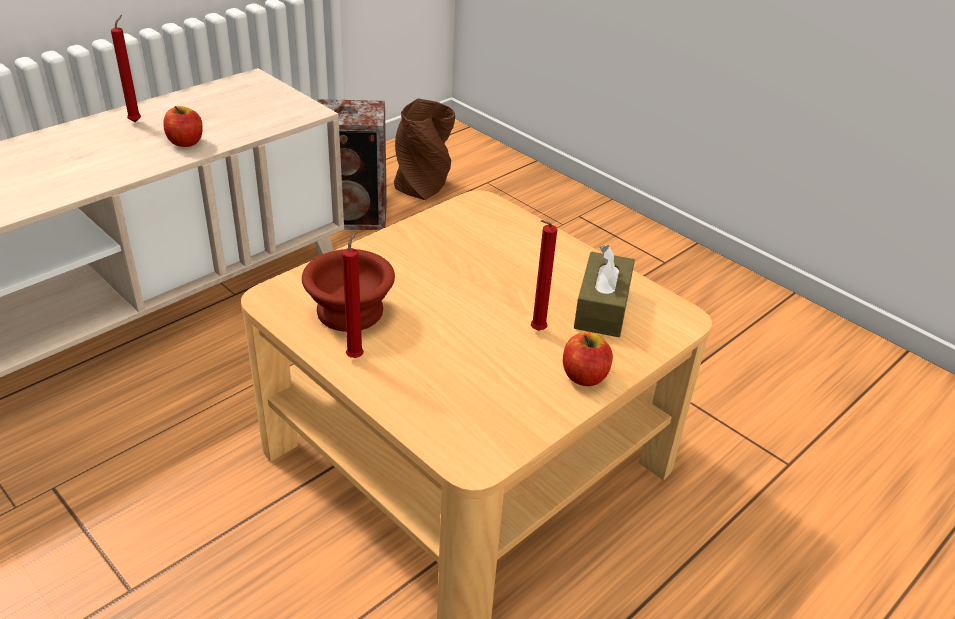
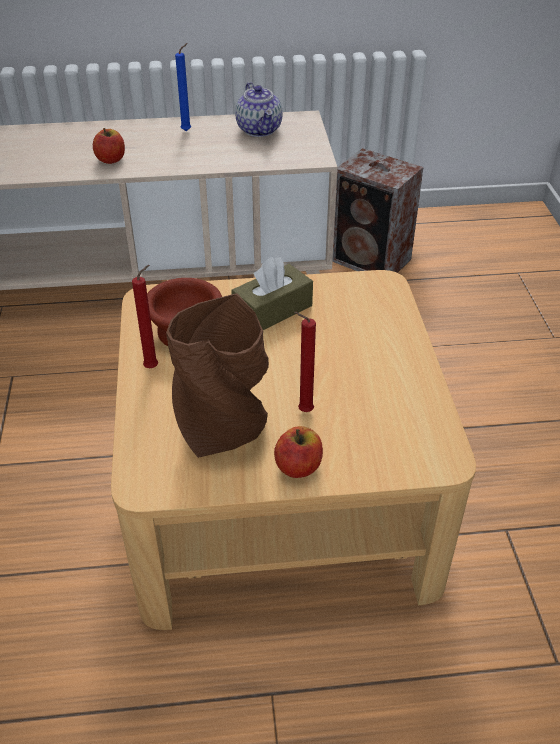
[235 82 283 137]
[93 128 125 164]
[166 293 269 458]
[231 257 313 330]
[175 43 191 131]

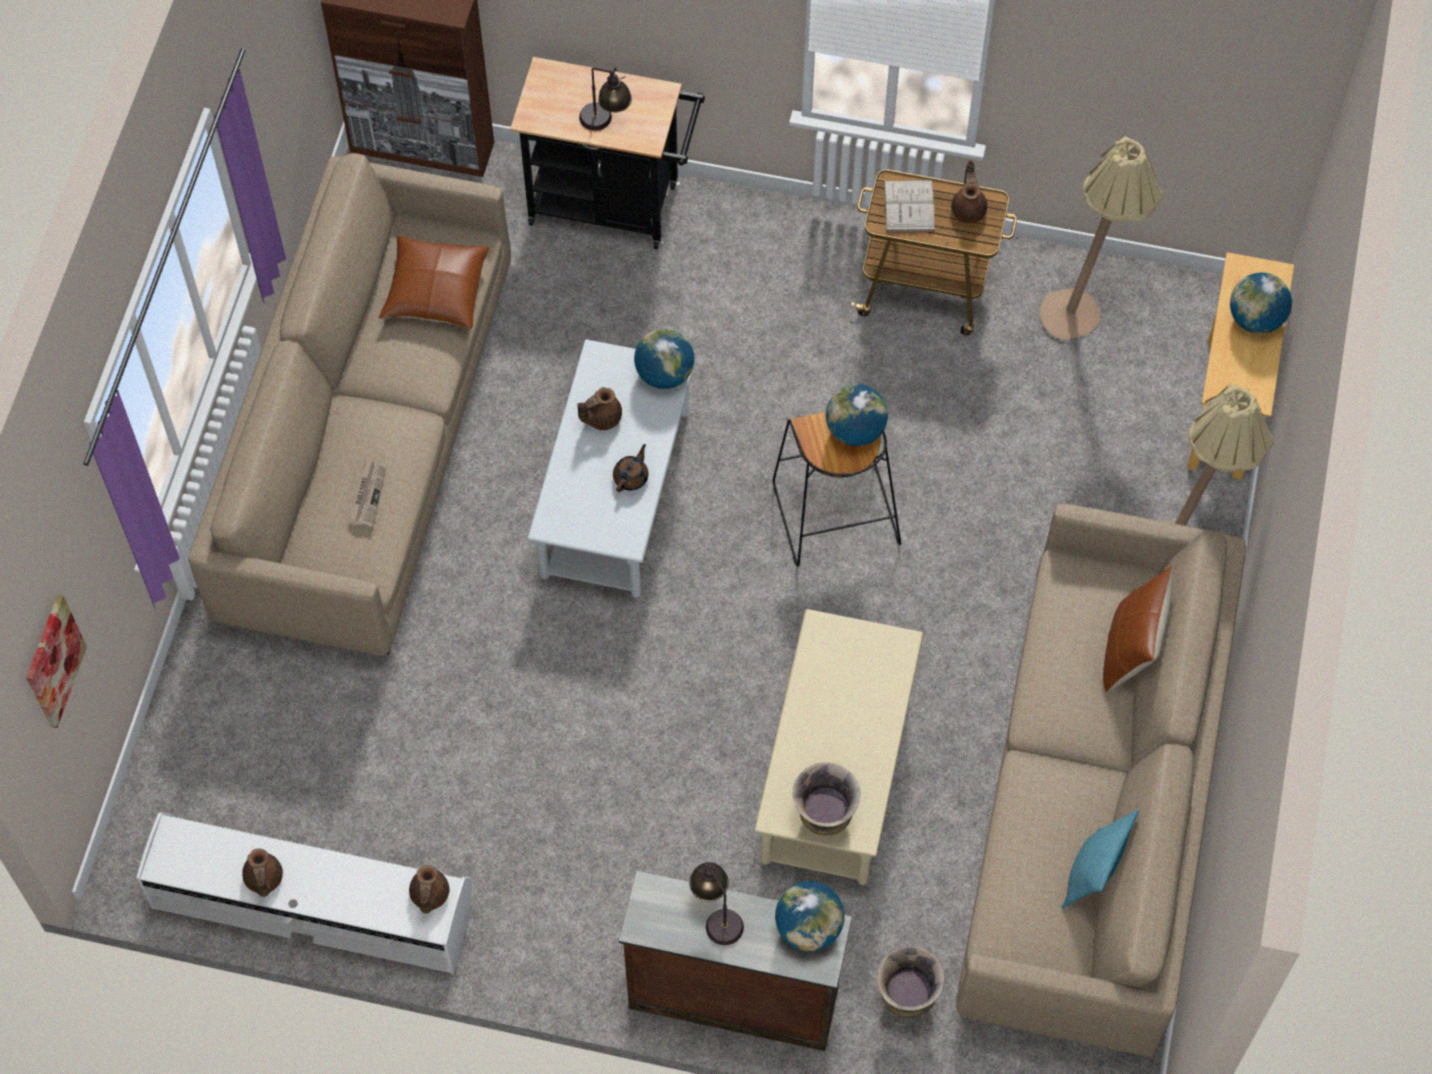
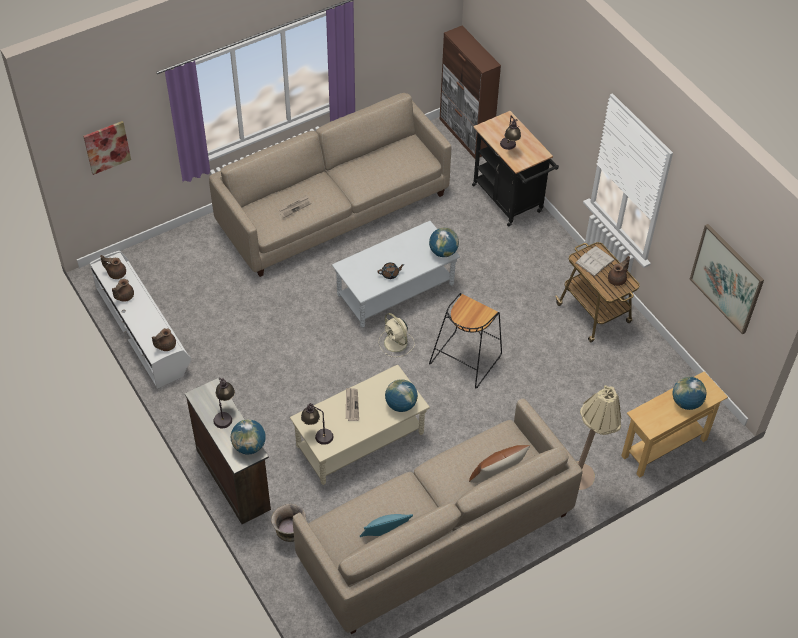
[379 236 489 329] (first image)
[1040 136 1163 340] (first image)
[346 388 359 421]
[379 313 415 357]
[690 224 764 335]
[100 255 126 279]
[385 379 418 412]
[301 403 333 445]

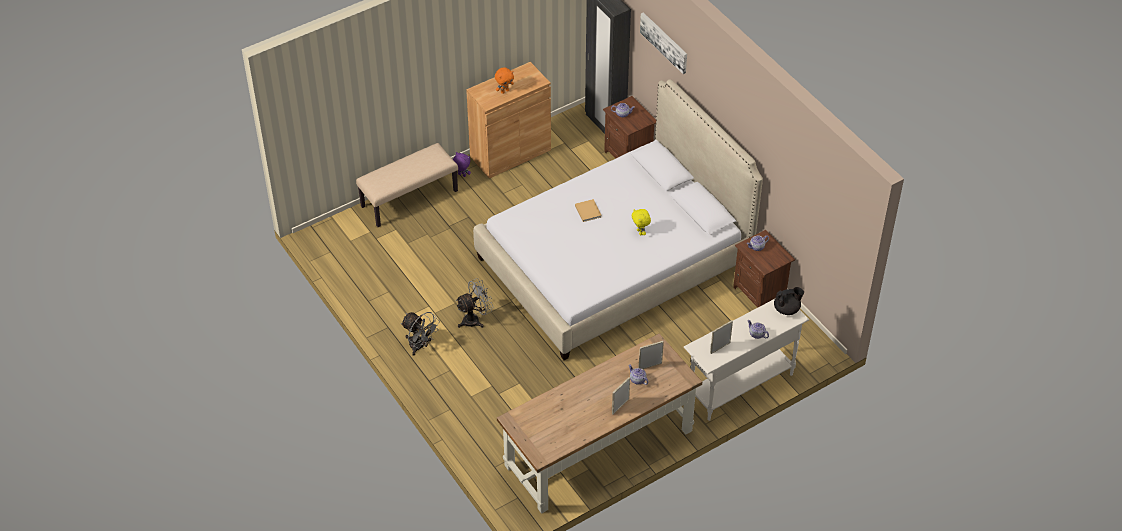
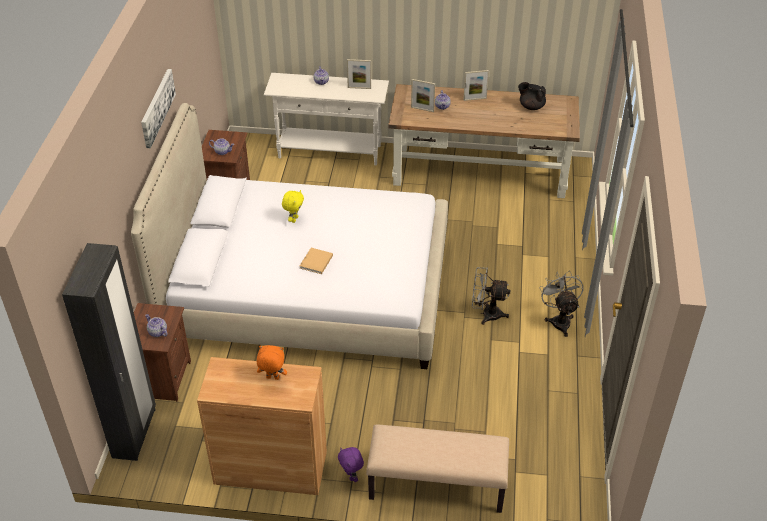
[141 69 176 148]
[518 82 546 110]

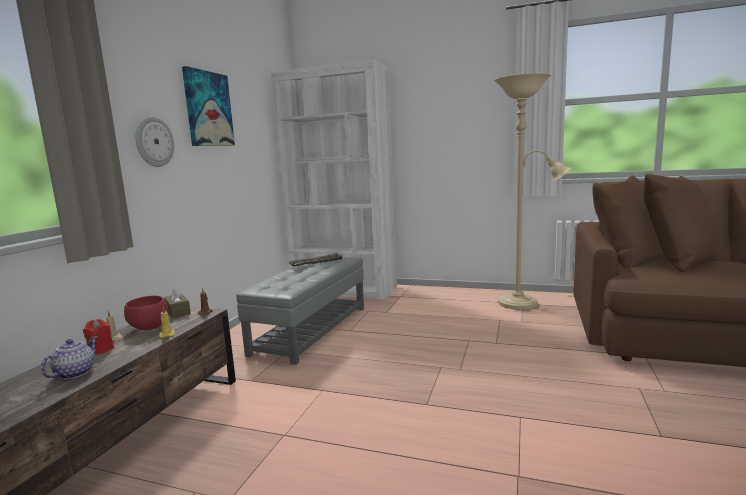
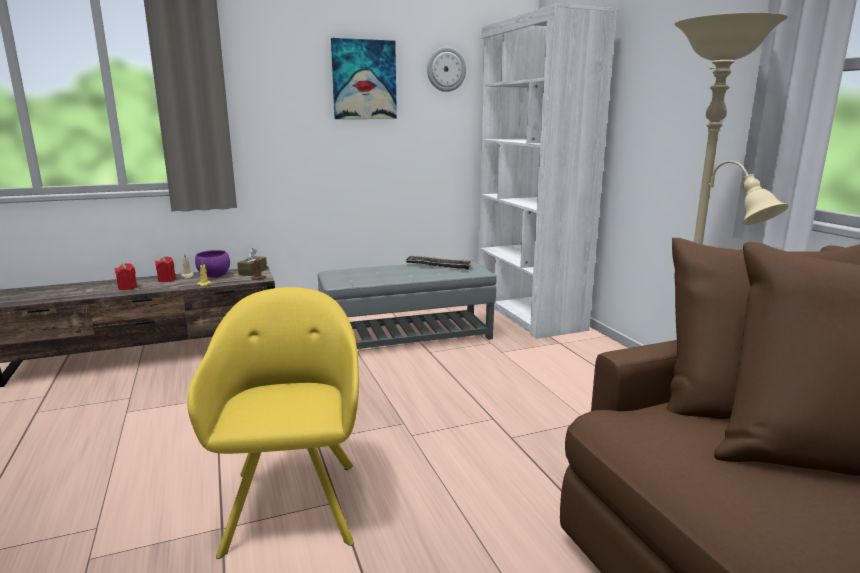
[187 287 359 559]
[427 47 466 92]
[115 263 137 290]
[195 250 230 278]

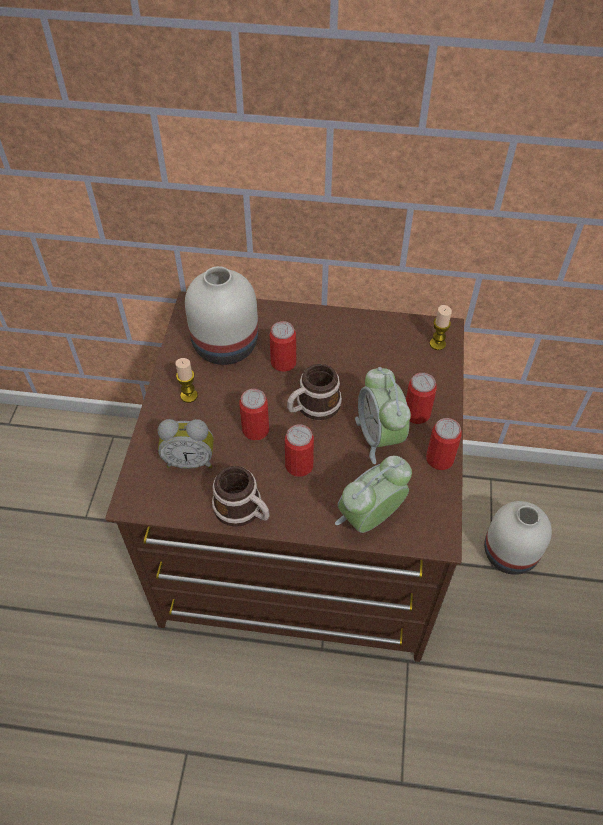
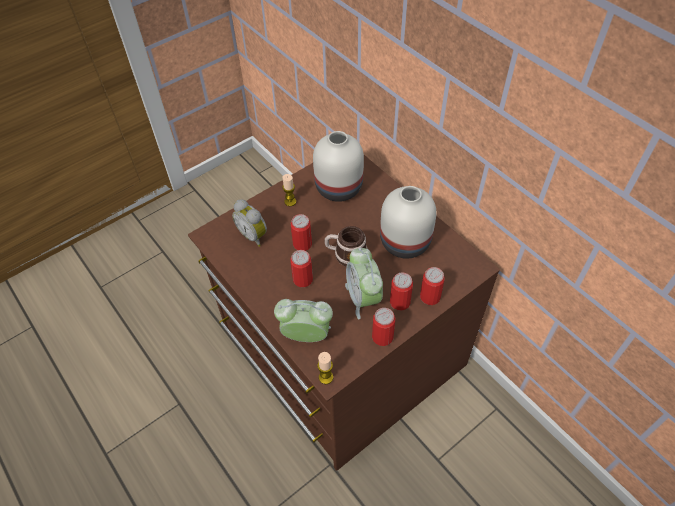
[212 466 270 527] (first image)
[420 267 445 305]
[317 352 333 384]
[380 186 436 259]
[345 248 383 319]

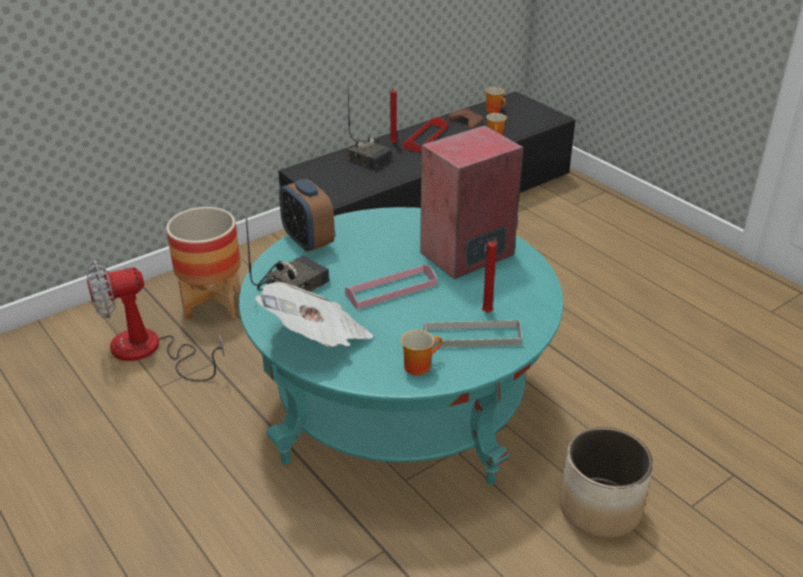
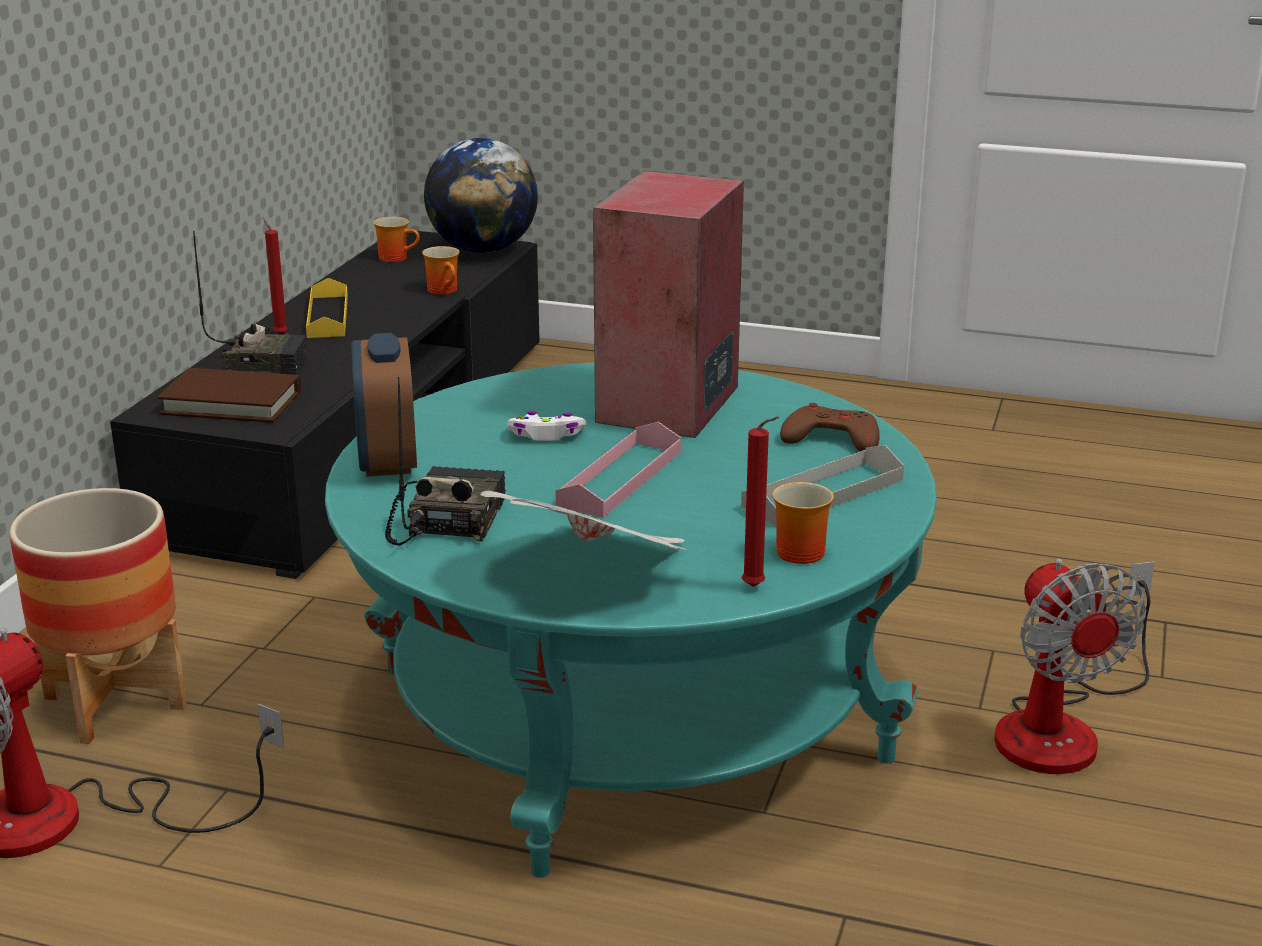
[157 368 301 422]
[424 138 538 253]
[507 411 586 441]
[780 403 880 452]
[742 416 779 587]
[994 558 1154 774]
[306 278 348 338]
[351 333 417 477]

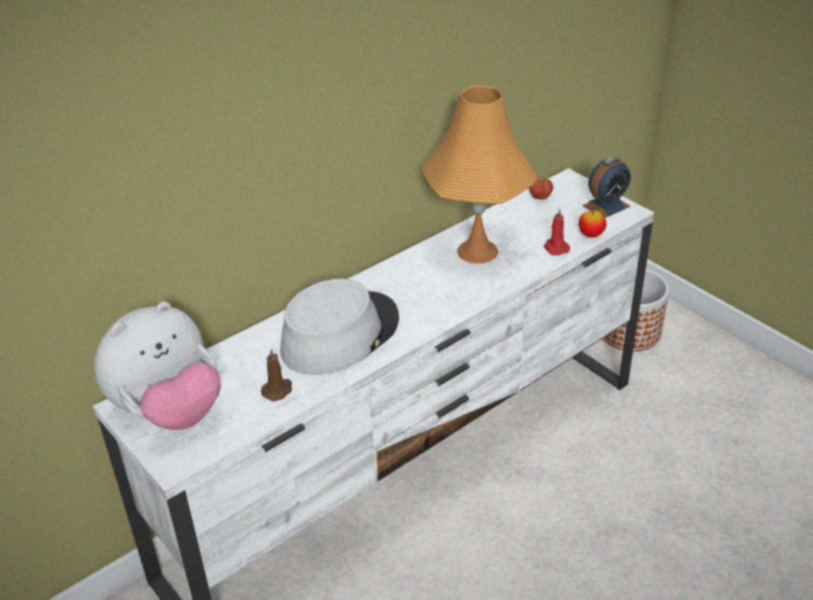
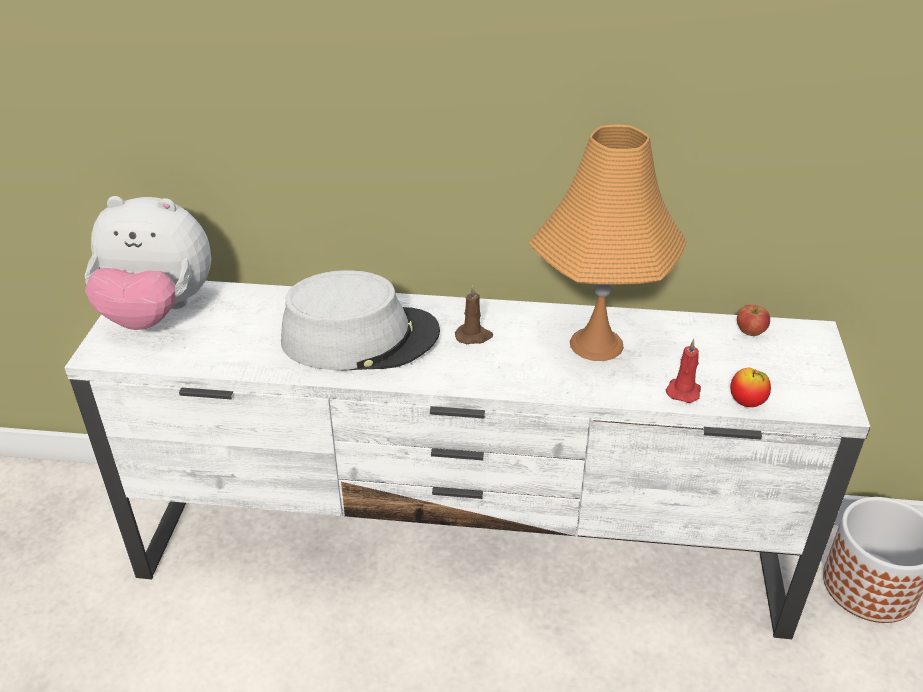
[582 157 631 218] (first image)
[455 286 493 344]

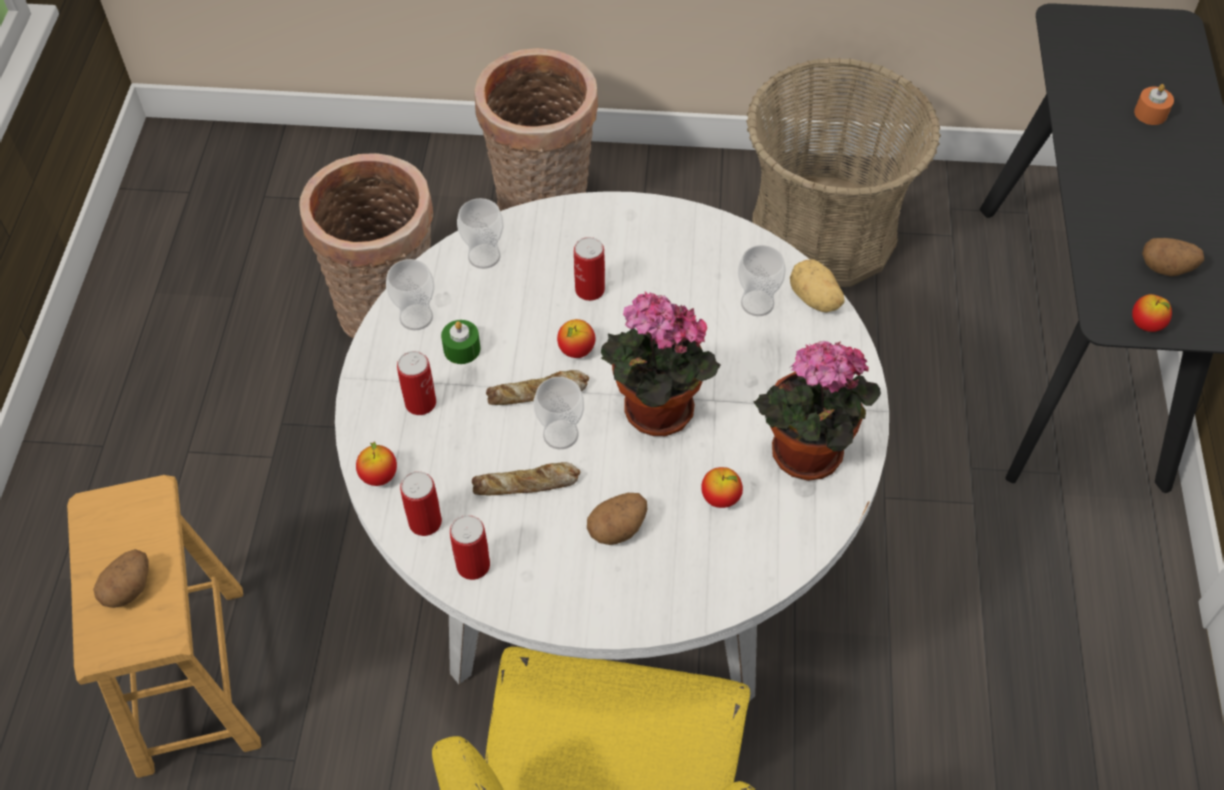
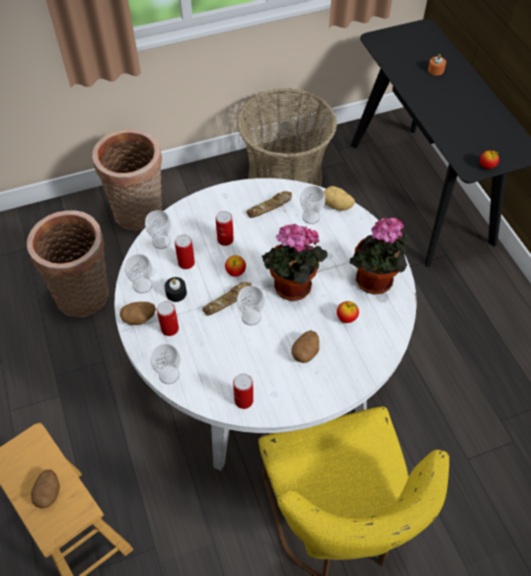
[175 234 195 269]
[246 191 292 218]
[120 302 156 325]
[151 344 181 384]
[165 277 187 302]

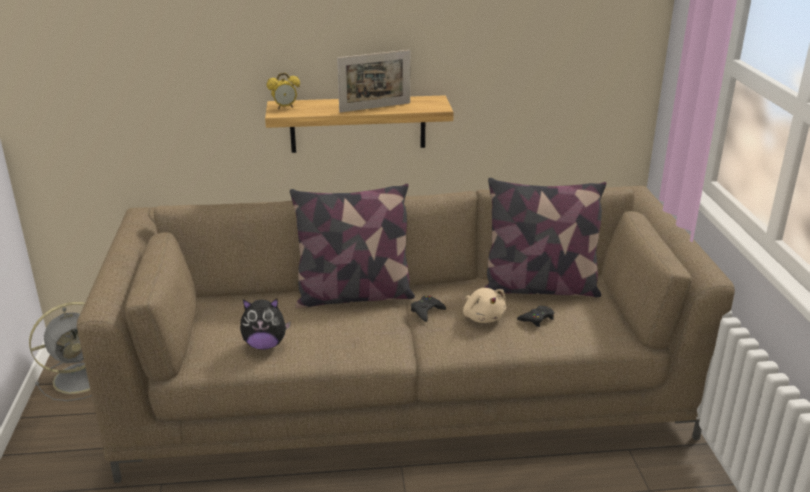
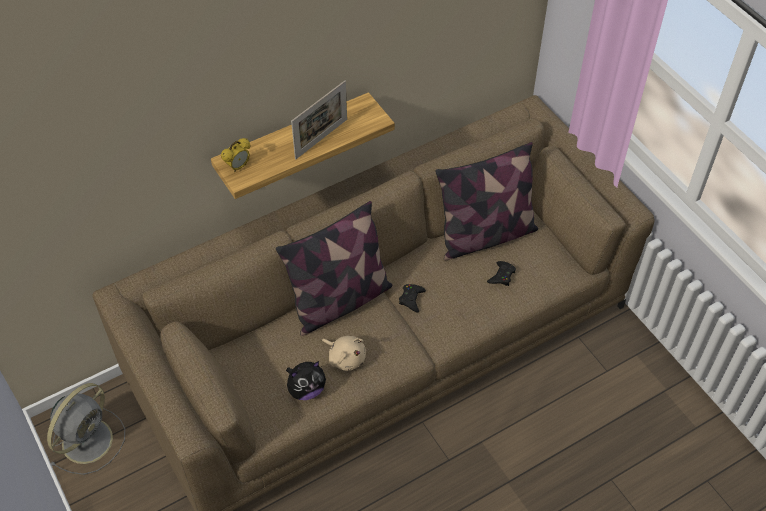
[322 336 366 371]

